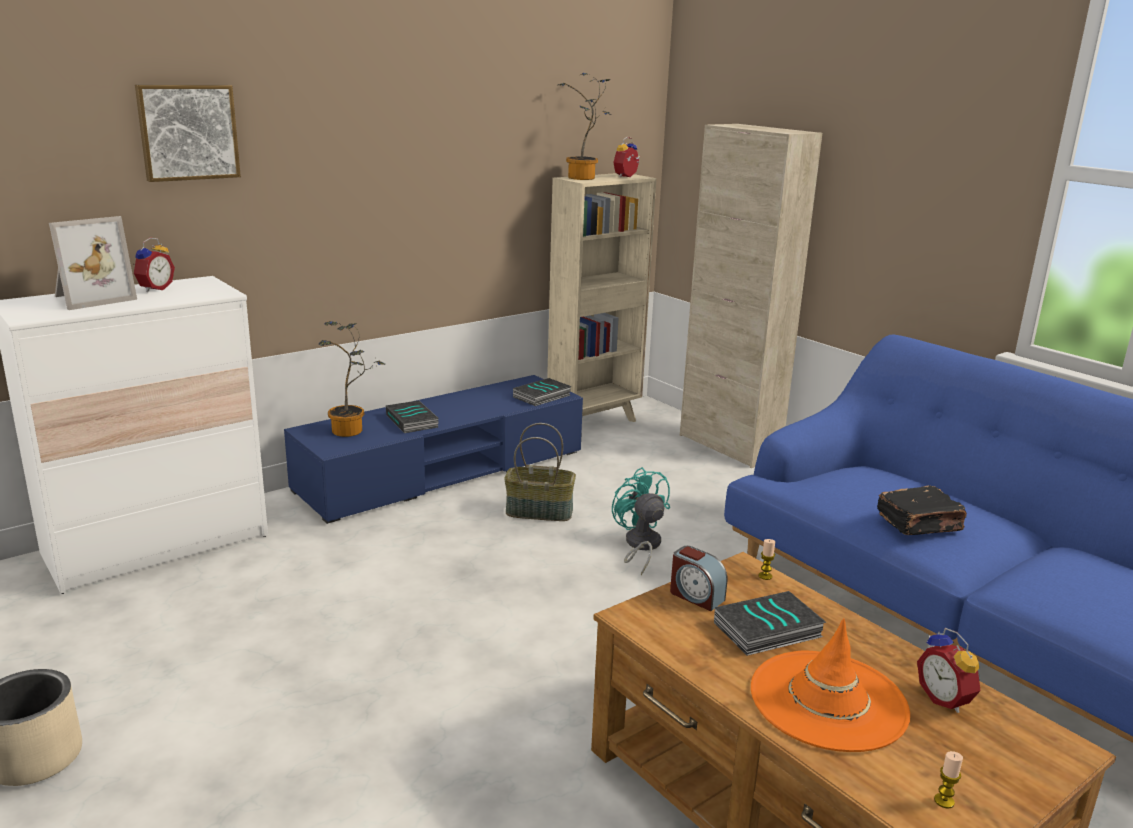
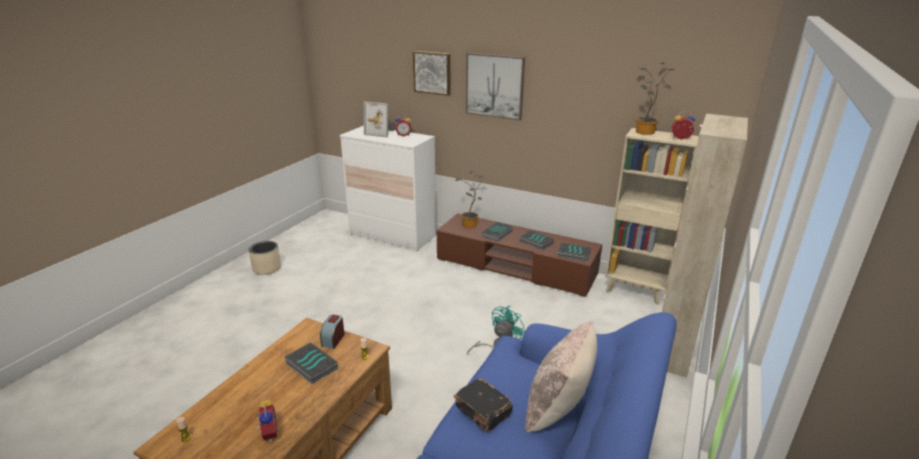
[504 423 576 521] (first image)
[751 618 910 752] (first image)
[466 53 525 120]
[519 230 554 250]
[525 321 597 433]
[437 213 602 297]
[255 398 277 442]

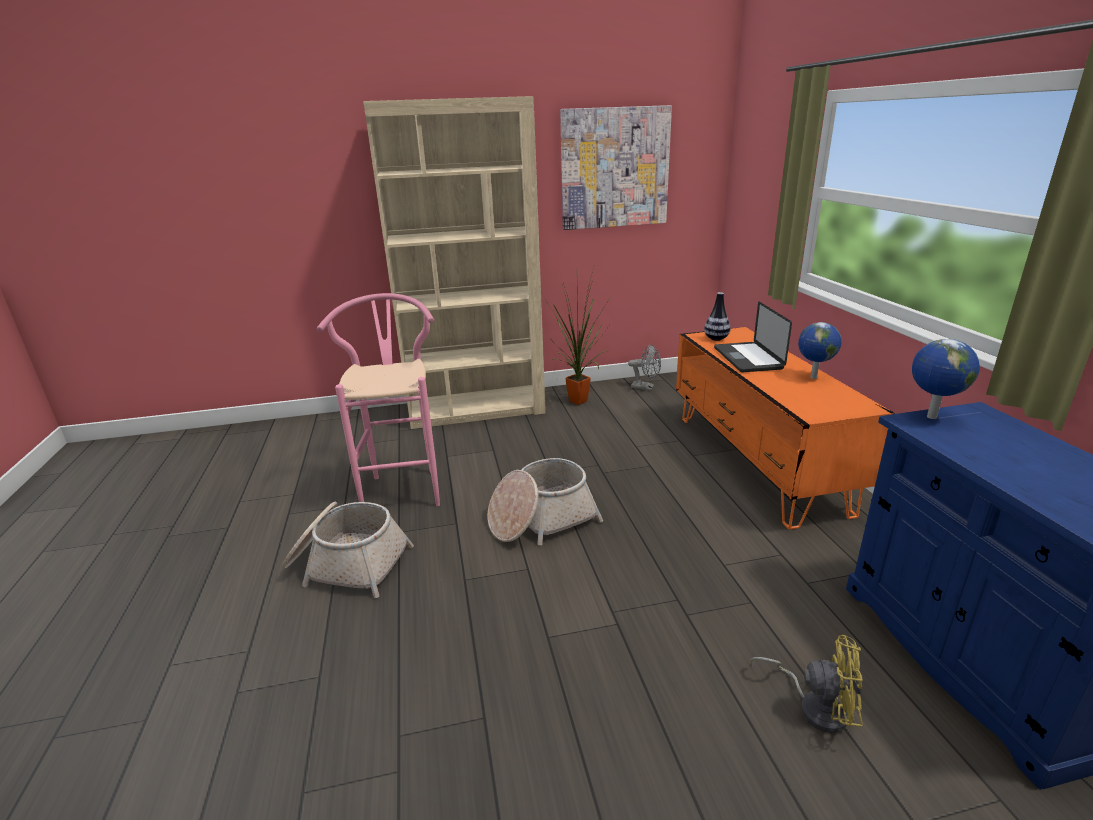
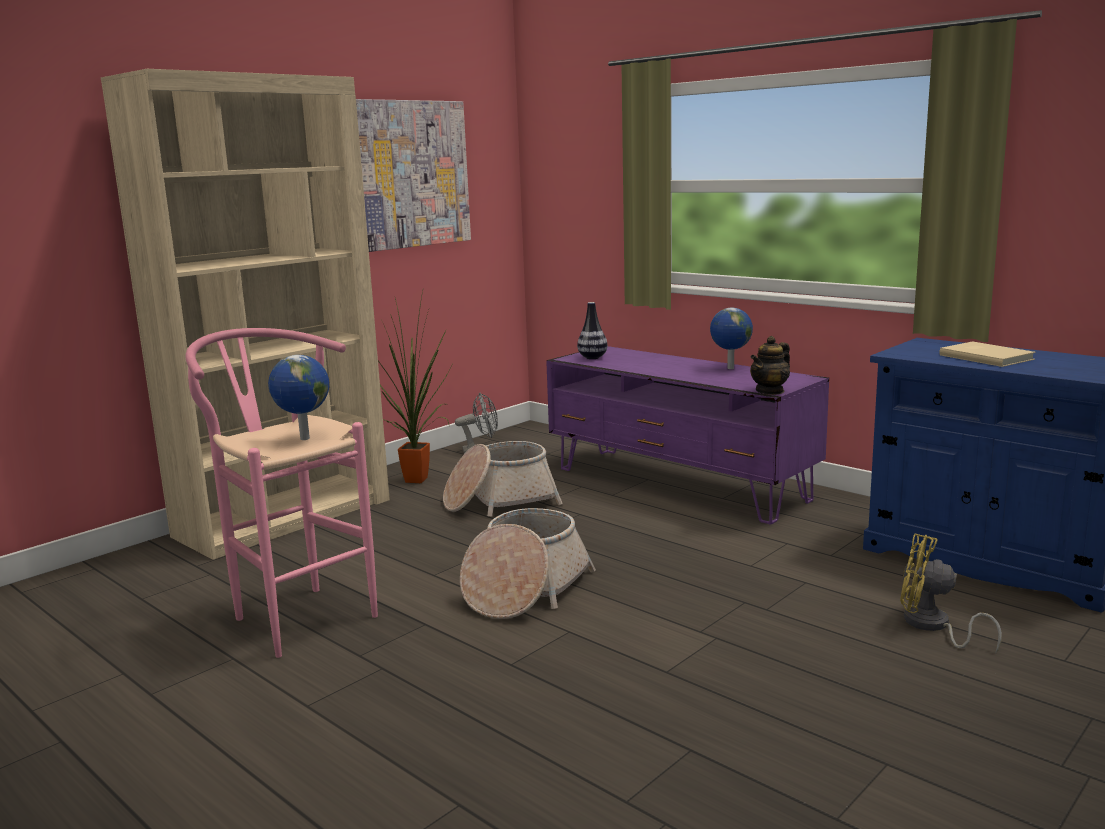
[714 302 792 372] (first image)
[750 336 790 395]
[939 341 1036 367]
[443 441 563 517]
[268 355 329 440]
[546 346 829 524]
[900 533 1002 653]

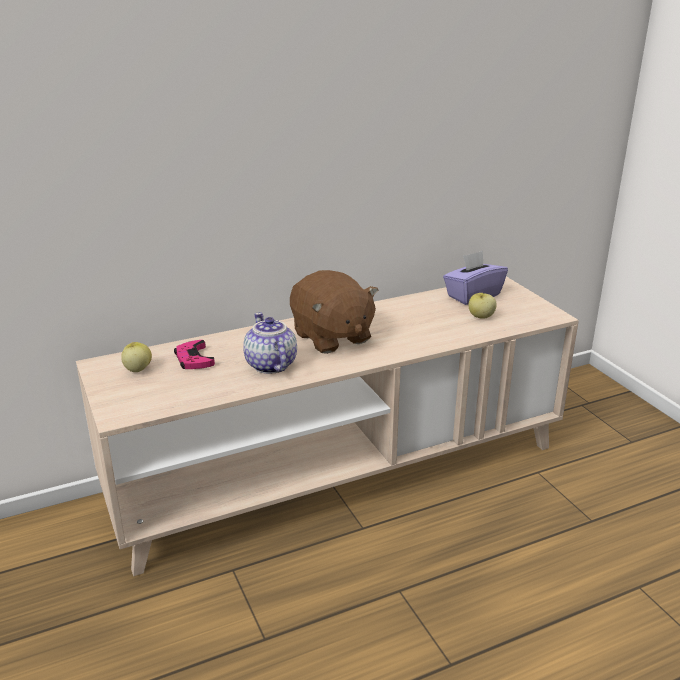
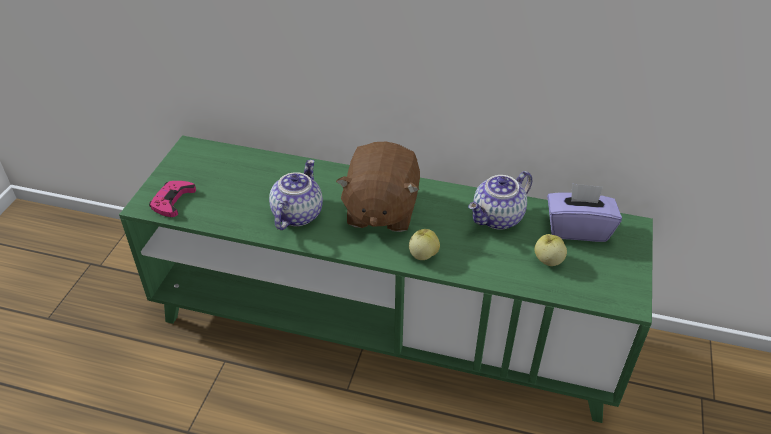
[468 171 533 230]
[409 229 440 260]
[149 181 196 217]
[119 135 653 423]

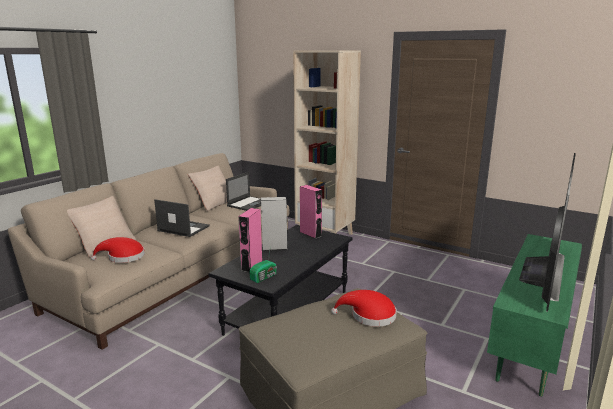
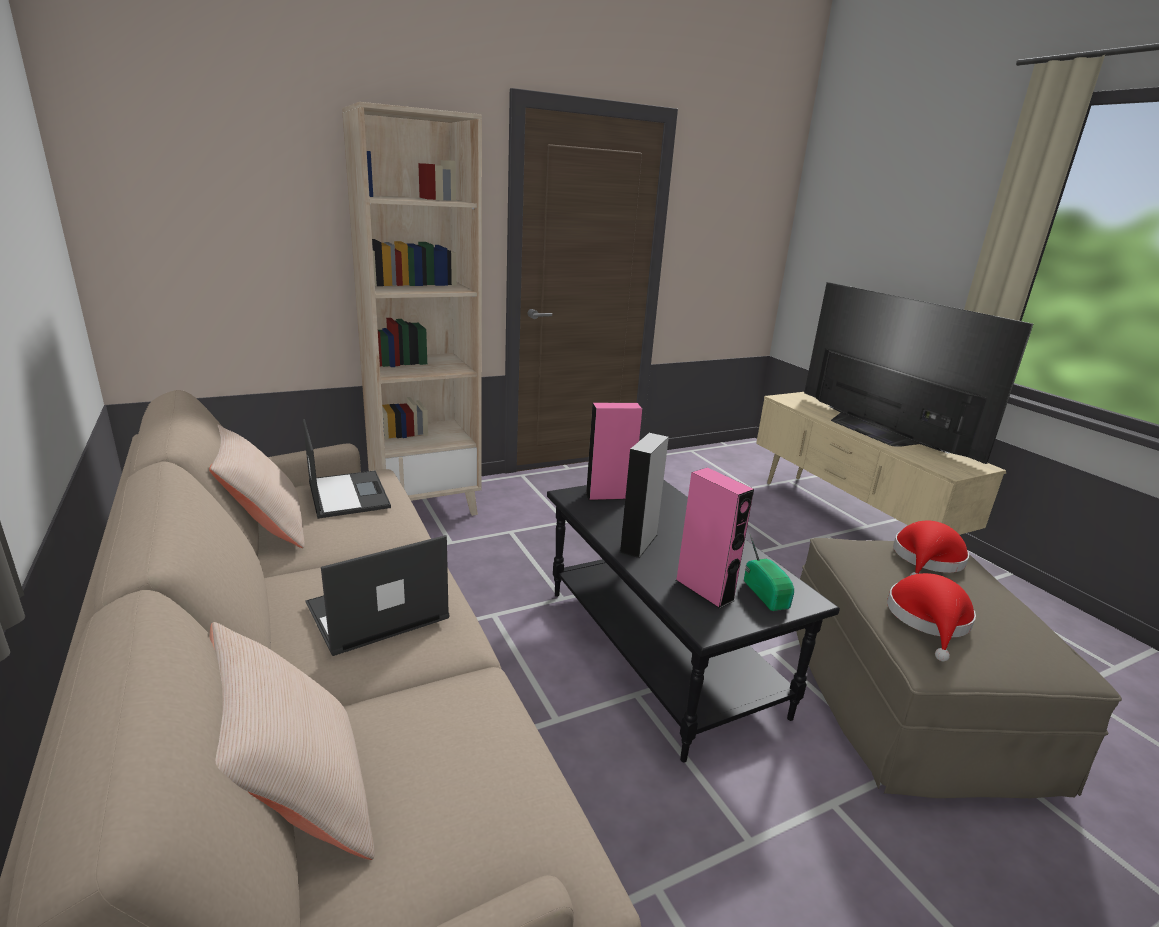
[887 573 976 661]
[756 392 1006 535]

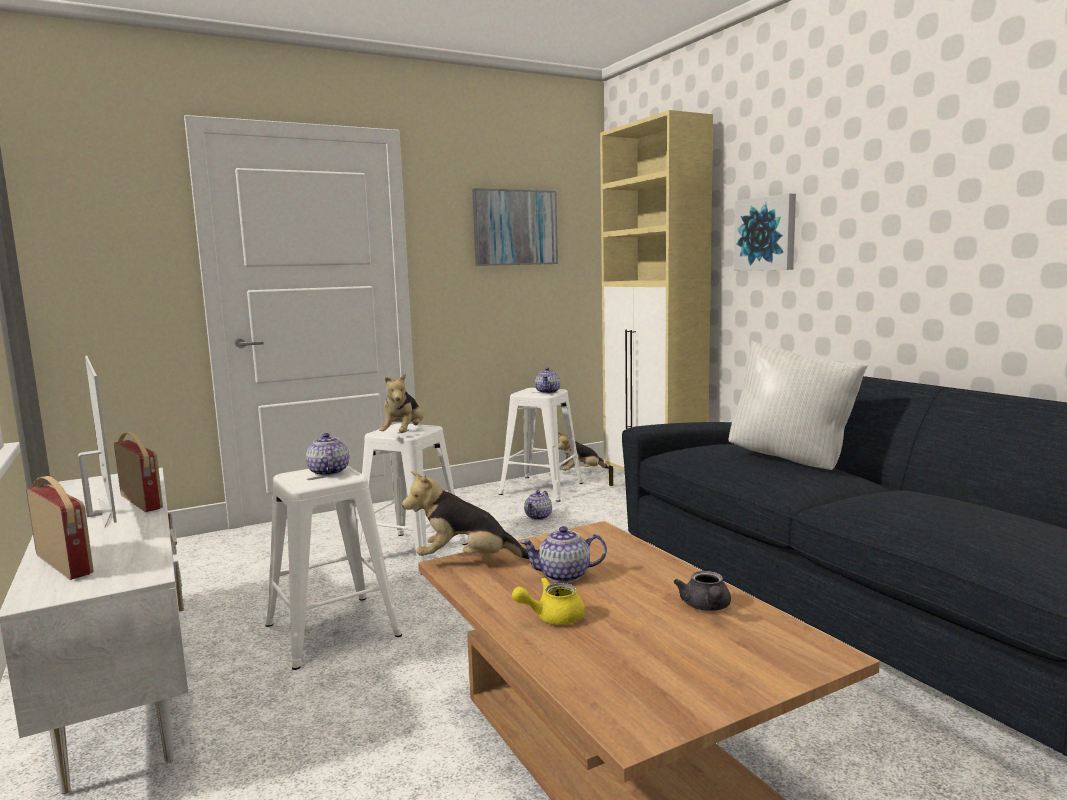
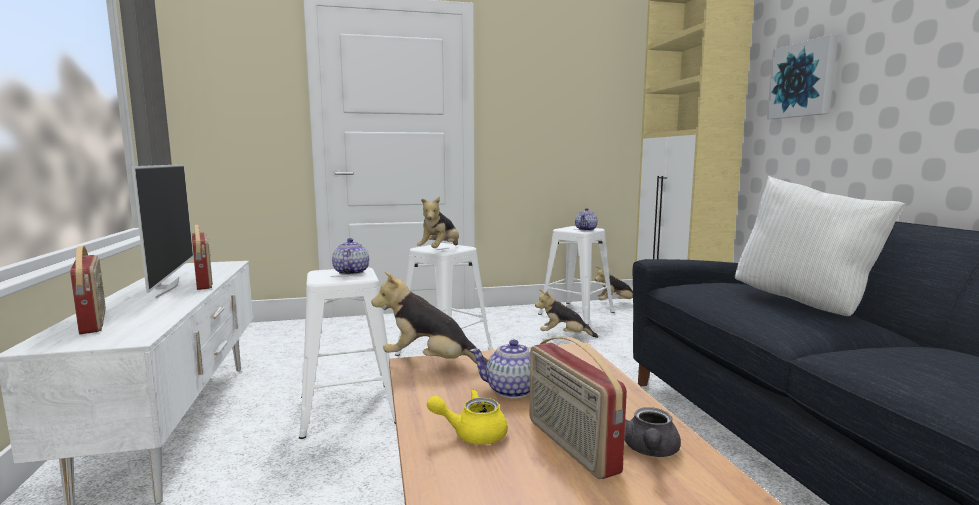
[472 188 558 266] (first image)
[530 337 627 479]
[535 290 598 338]

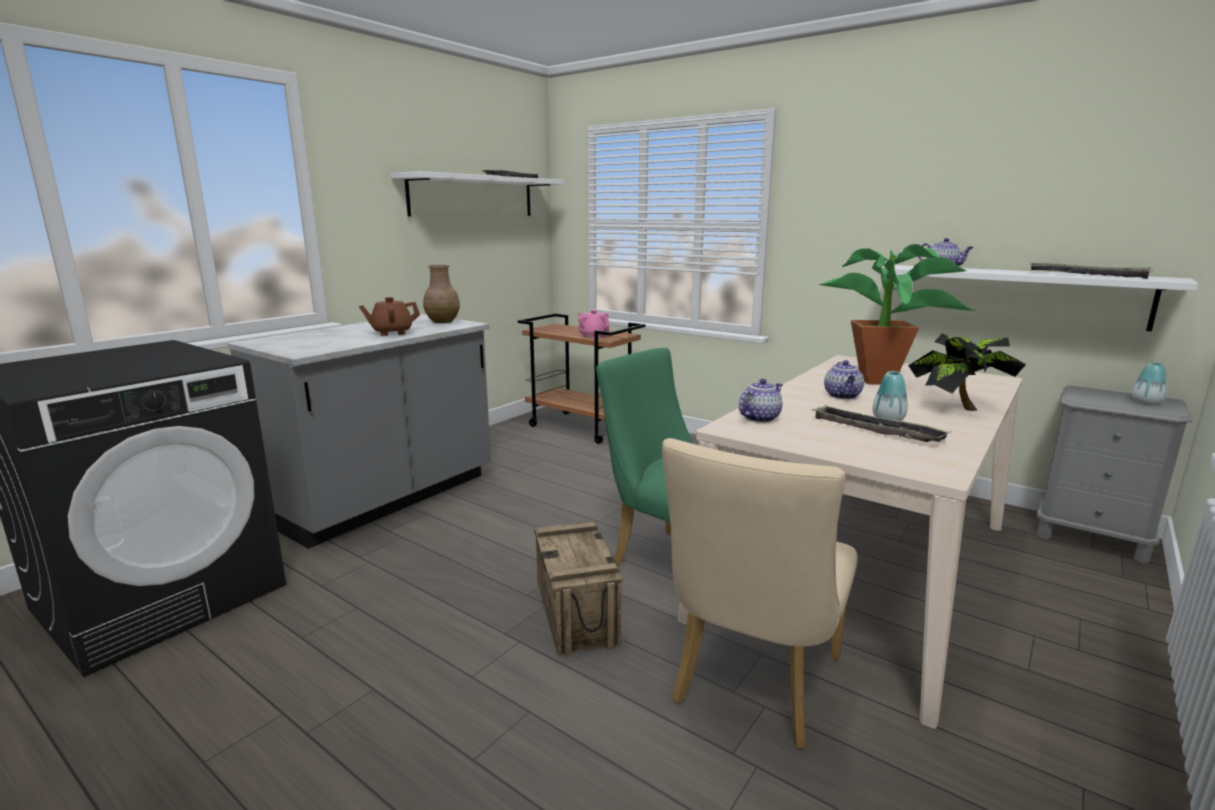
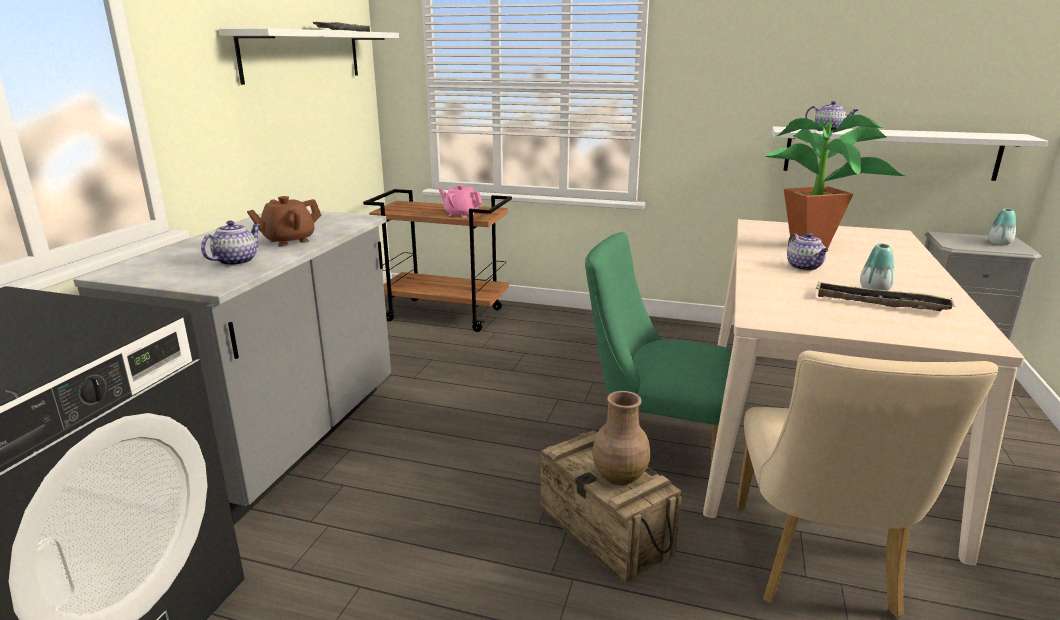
[908 334 1026 411] (first image)
[1030 263 1153 279] (first image)
[592 391 650 485]
[201 221 261 266]

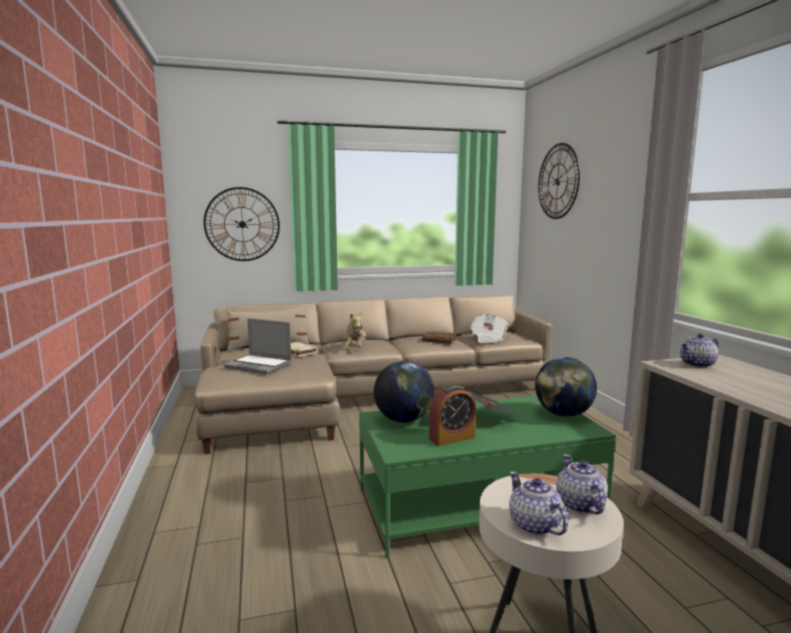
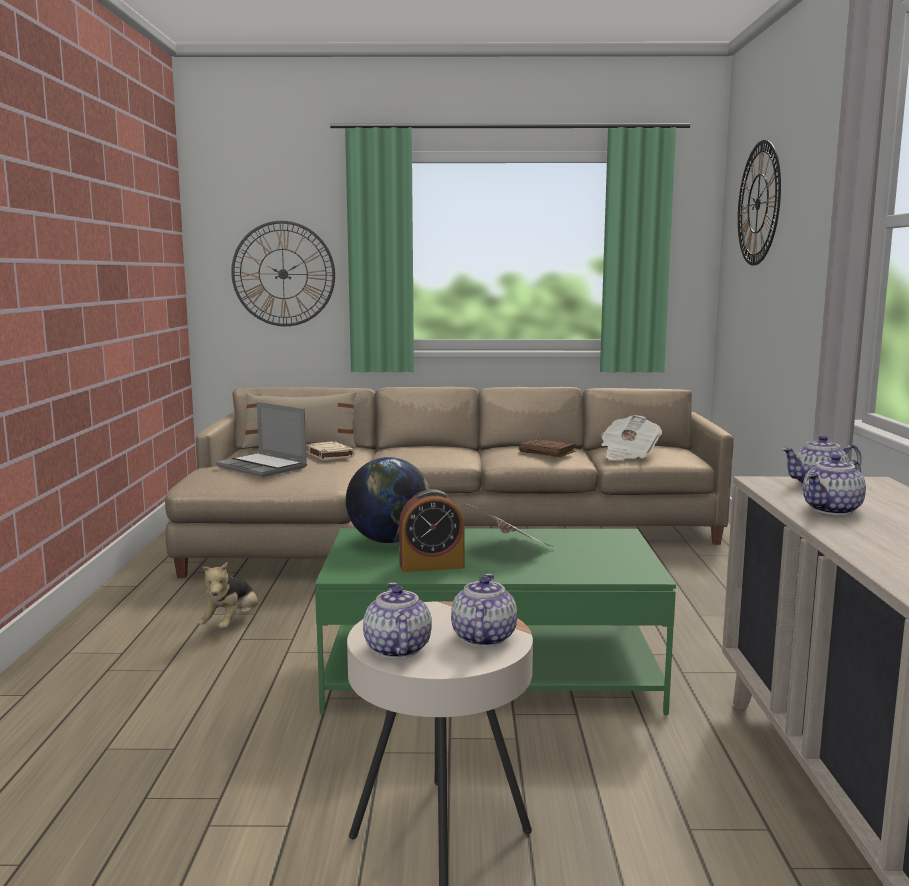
[535 357 597 417] (first image)
[803 454 866 515]
[198 561 258 629]

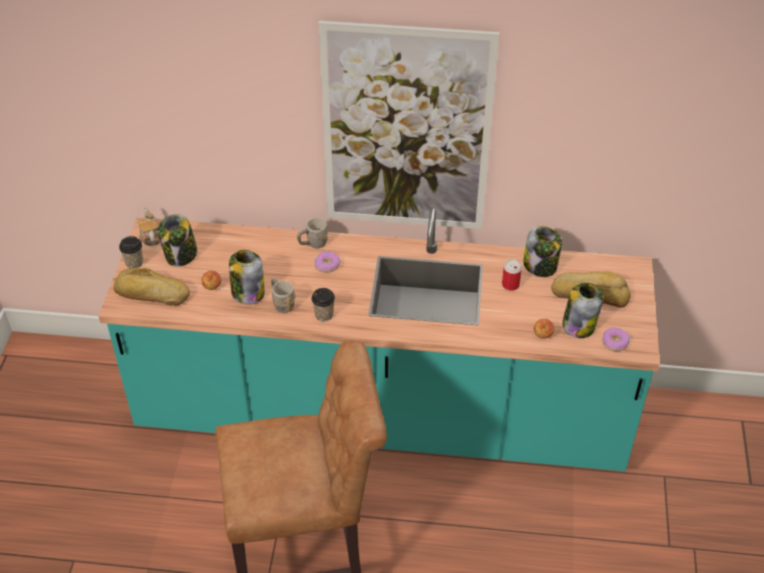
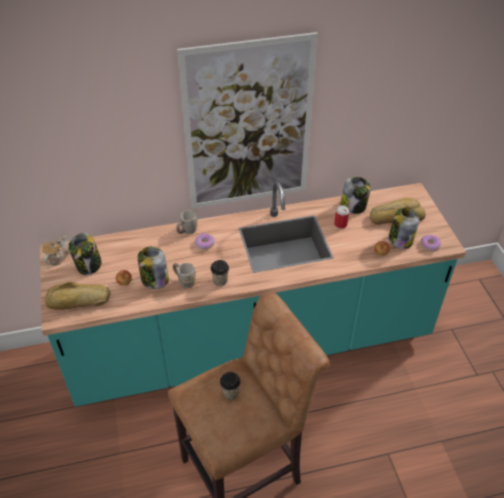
[220 372 240 400]
[42 235 70 266]

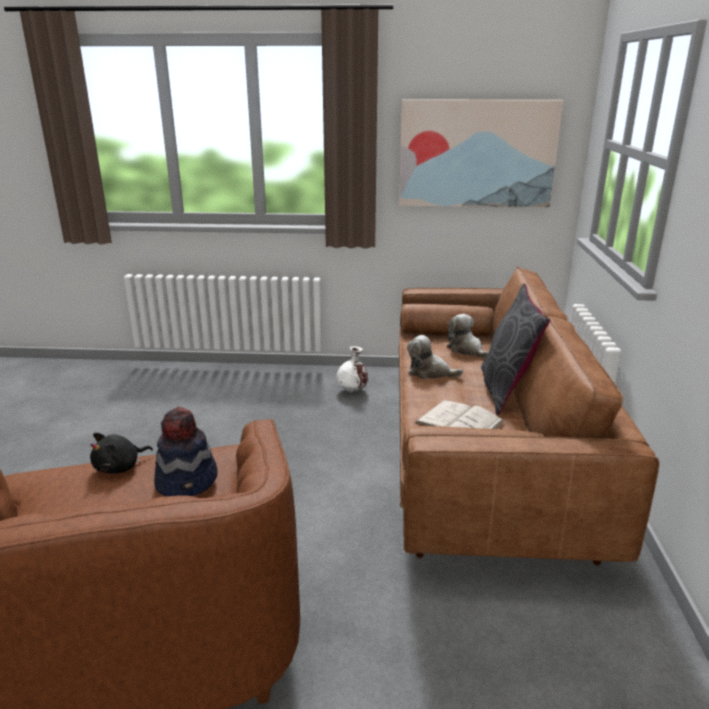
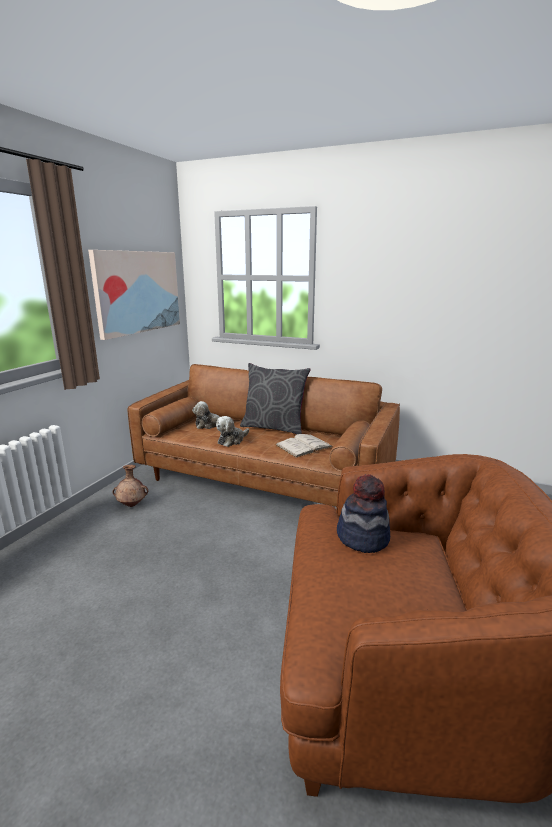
[90 433 153 473] (first image)
[112 465 148 507]

